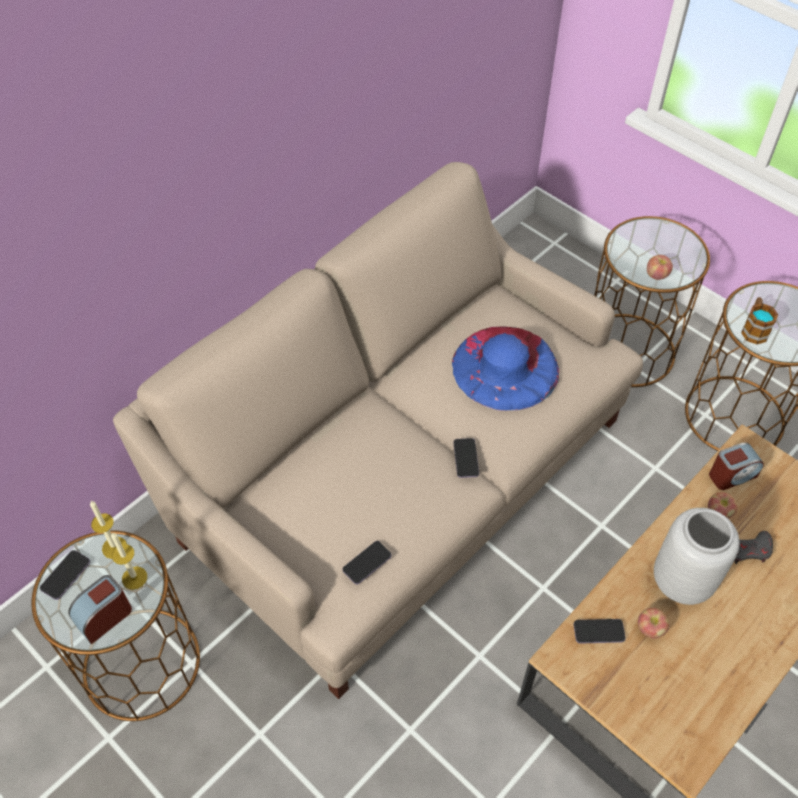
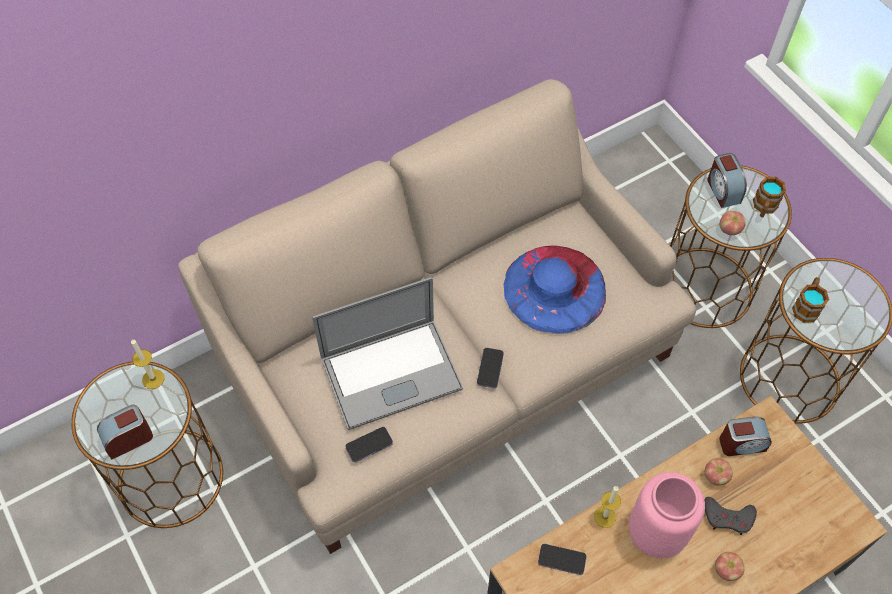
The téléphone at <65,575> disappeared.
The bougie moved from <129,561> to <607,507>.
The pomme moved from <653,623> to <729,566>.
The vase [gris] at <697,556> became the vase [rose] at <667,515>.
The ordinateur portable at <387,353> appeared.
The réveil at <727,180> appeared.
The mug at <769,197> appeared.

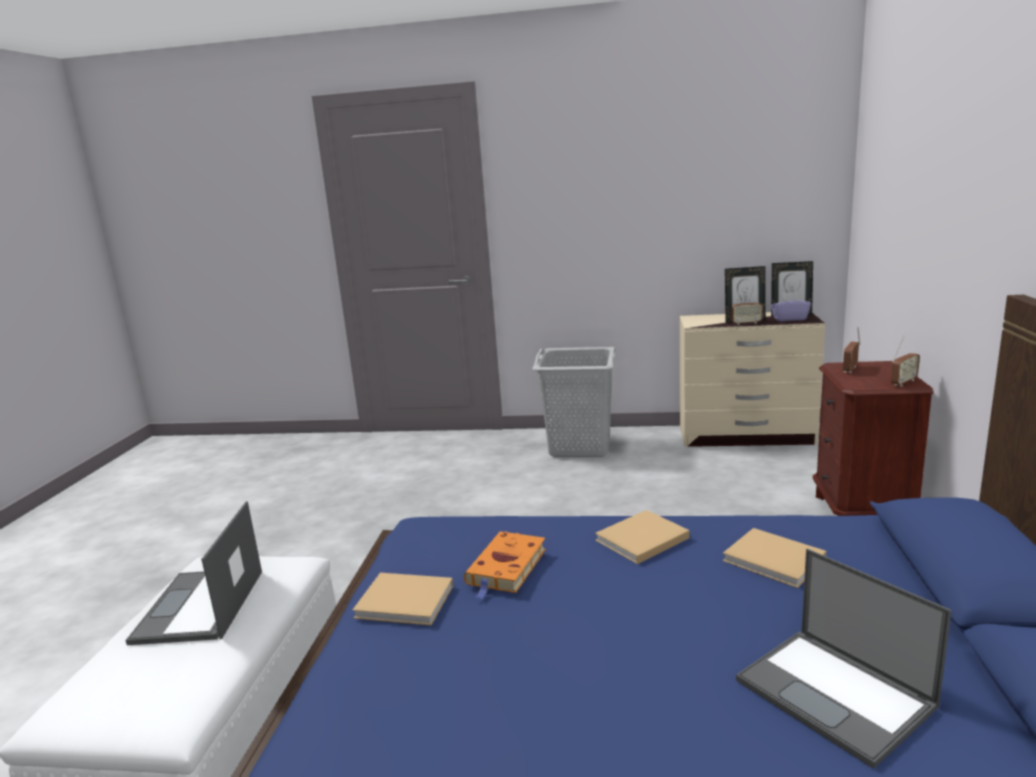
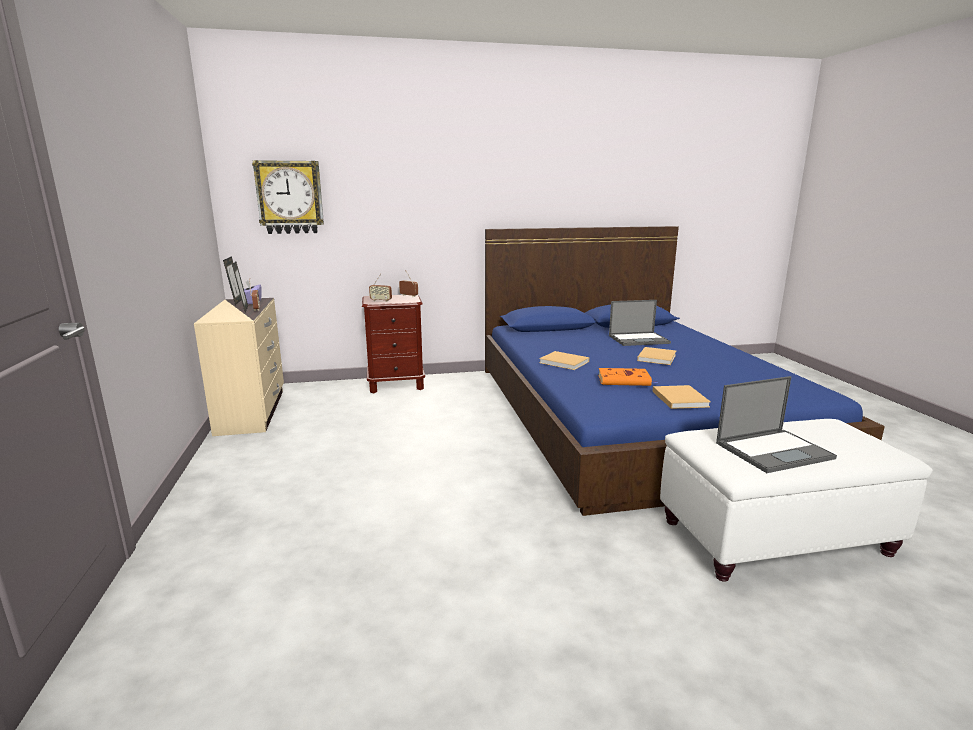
The panier à linge [gris] at <574,402> disappeared.
The livre [beige] moved from <774,558> to <656,356>.
The ordinateur portable at <844,659> turned 45 degrees clockwise.
The horloge murale at <288,197> appeared.

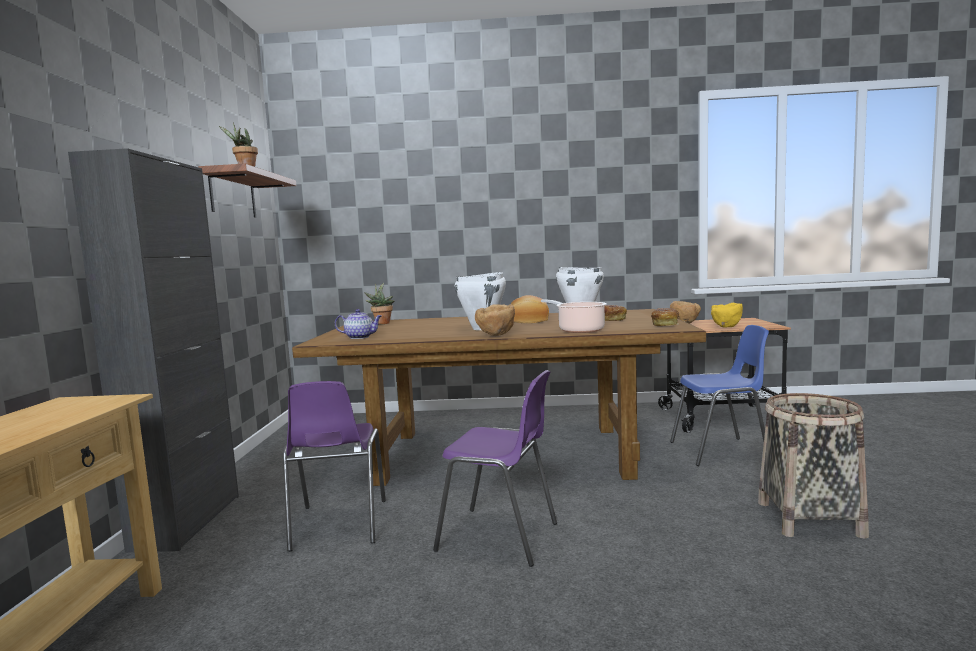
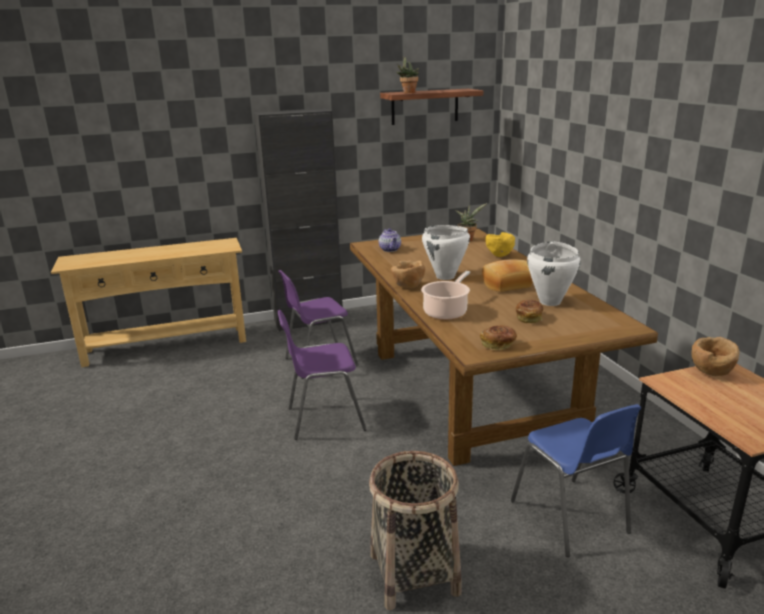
The chaise [violet] at <495,468> turned 75 degrees clockwise.
The bol [jaune] moved from <727,315> to <500,244>.

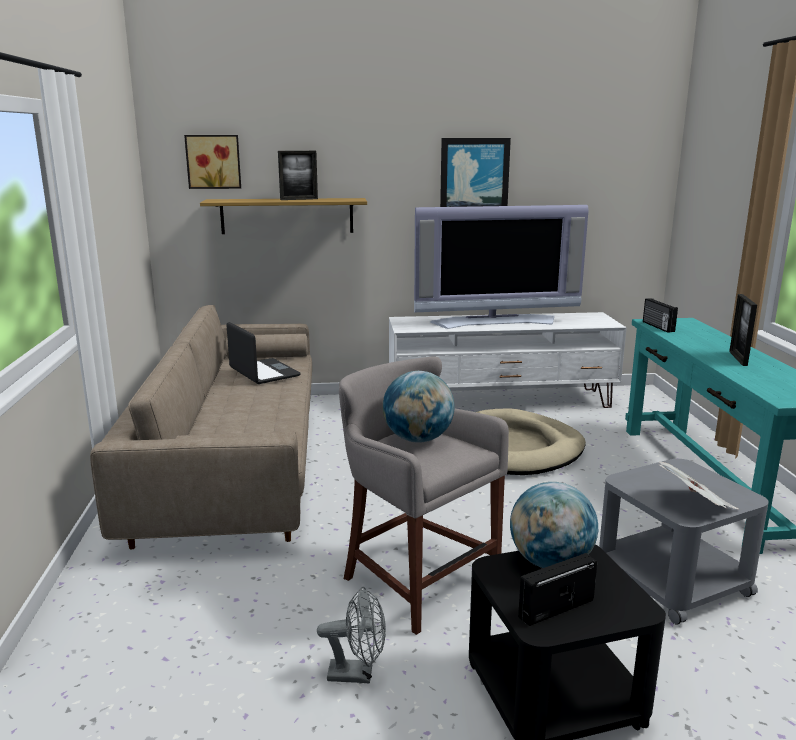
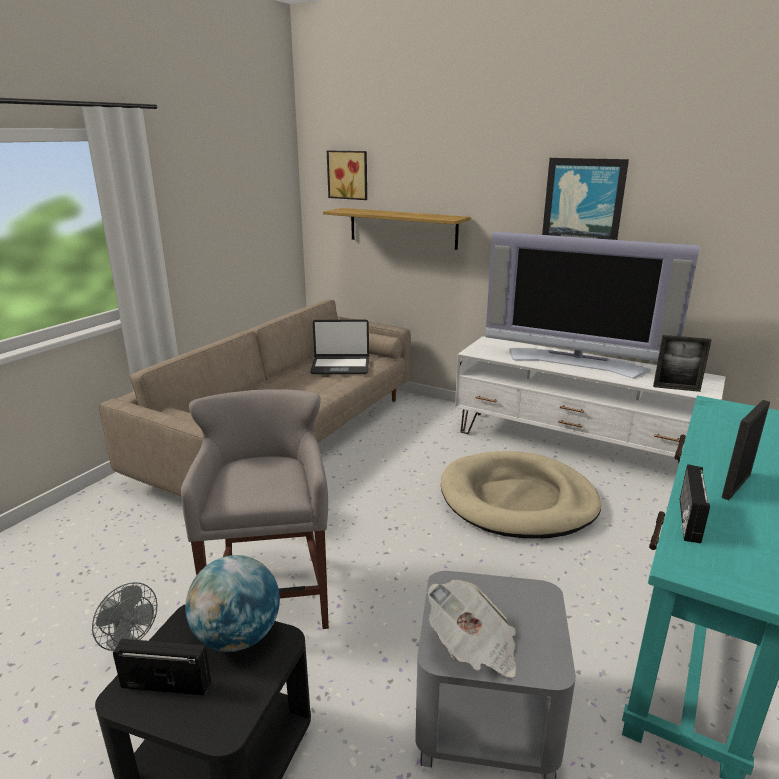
The ordinateur portable at <263,353> turned 90 degrees clockwise.
The cadre photo moved from <298,175> to <682,363>.
The globe at <418,407> disappeared.
The radio moved from <660,315> to <695,504>.

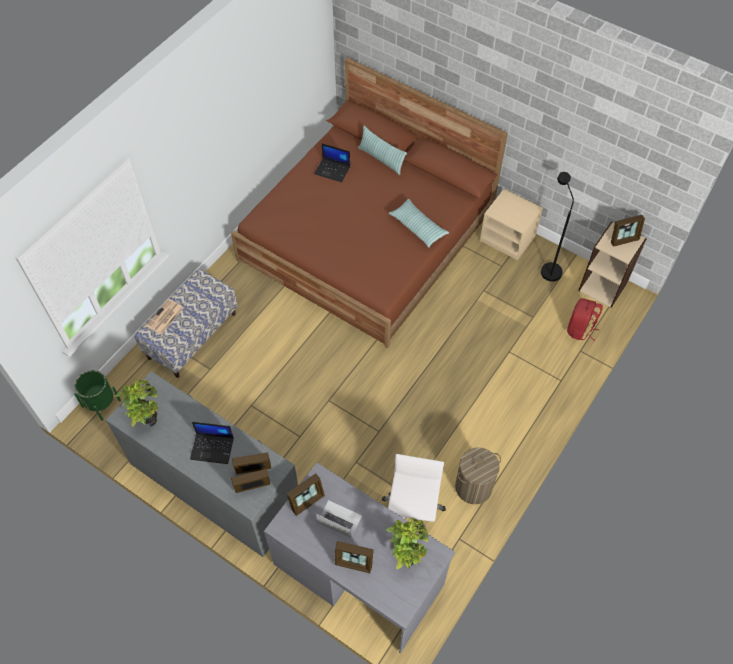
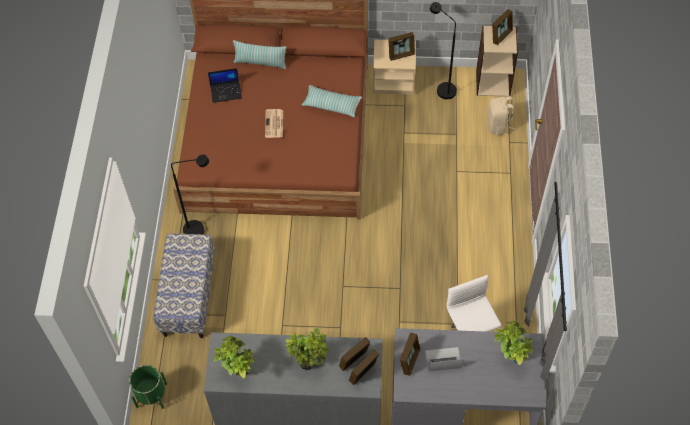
The journal moved from <165,316> to <274,123>.
The ordinateur portable at <212,443> was replaced by the plante en pot at <307,348>.
The cadre photo moved from <354,557> to <401,46>.
The panier à linge at <478,475> disappeared.
The sac à dos [rouge] at <585,319> became the sac à dos [beige] at <501,115>.
The lampadaire [noir] at <190,194> appeared.

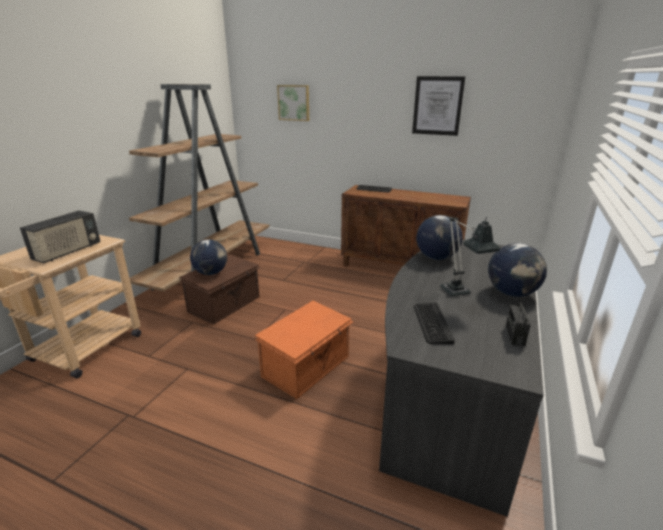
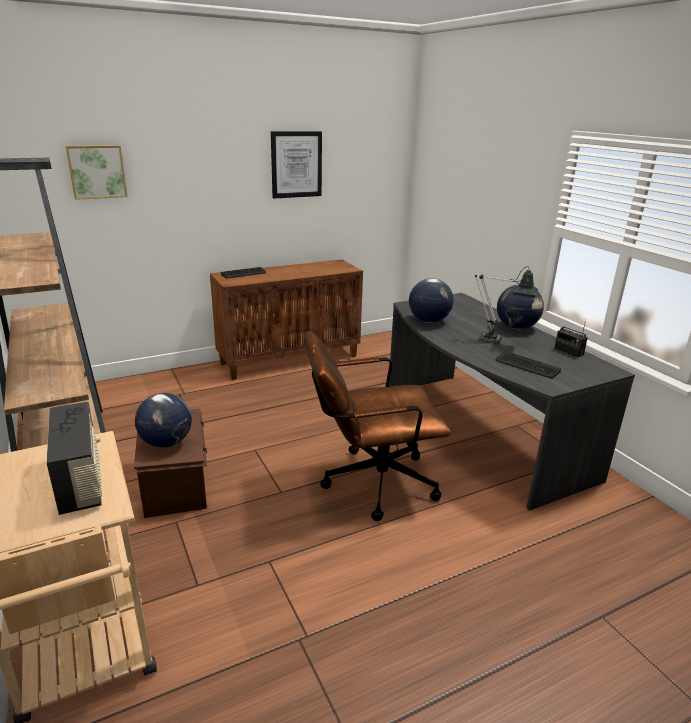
The boîte de rangement [orange] at <304,350> was replaced by the chaise de bureau [marron] at <378,426>.

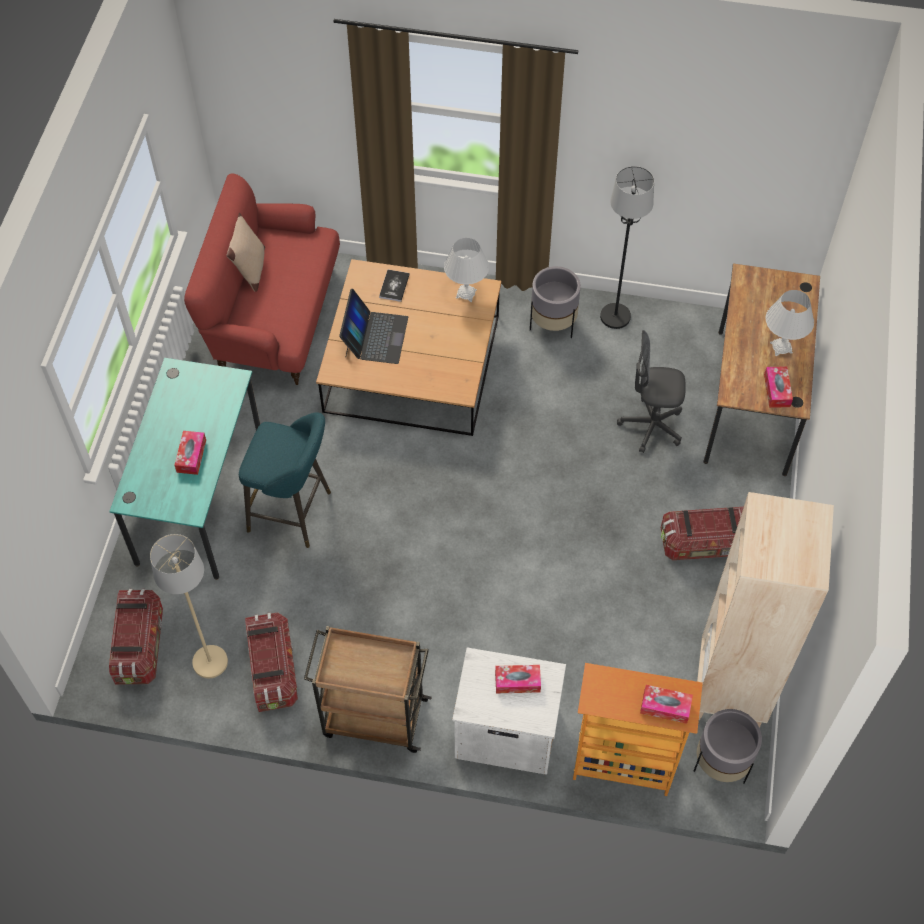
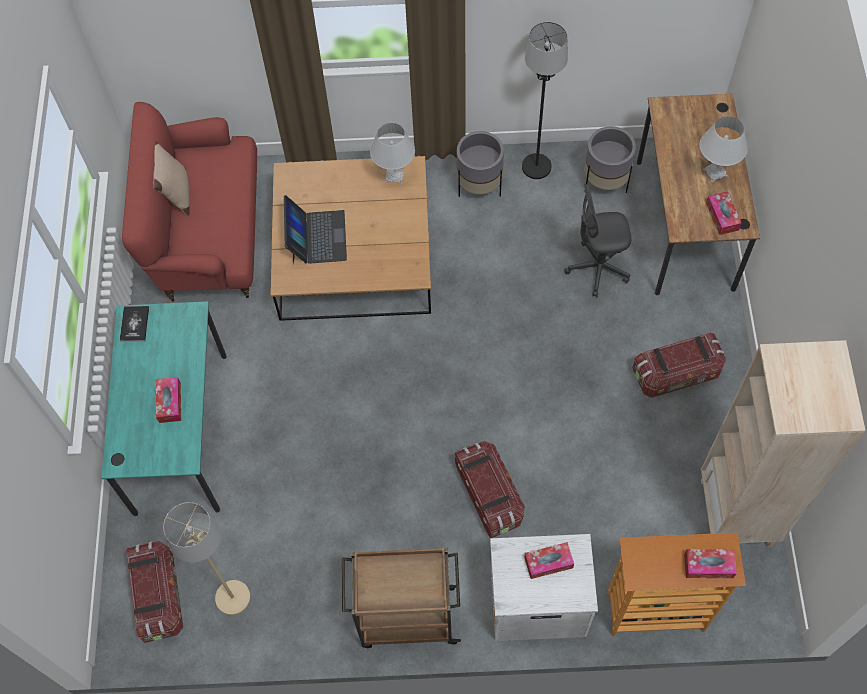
The tabouret [turquoise] at <285,480> disappeared.
The boîte de rangement moved from <271,662> to <490,489>.
The livre moved from <394,286> to <134,324>.
The cache-pot [gris] moved from <728,746> to <610,159>.

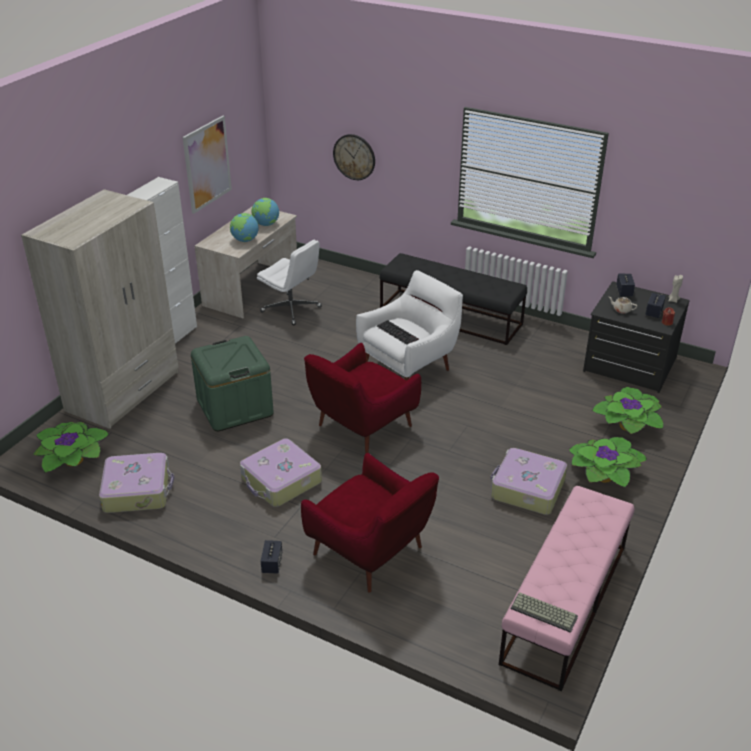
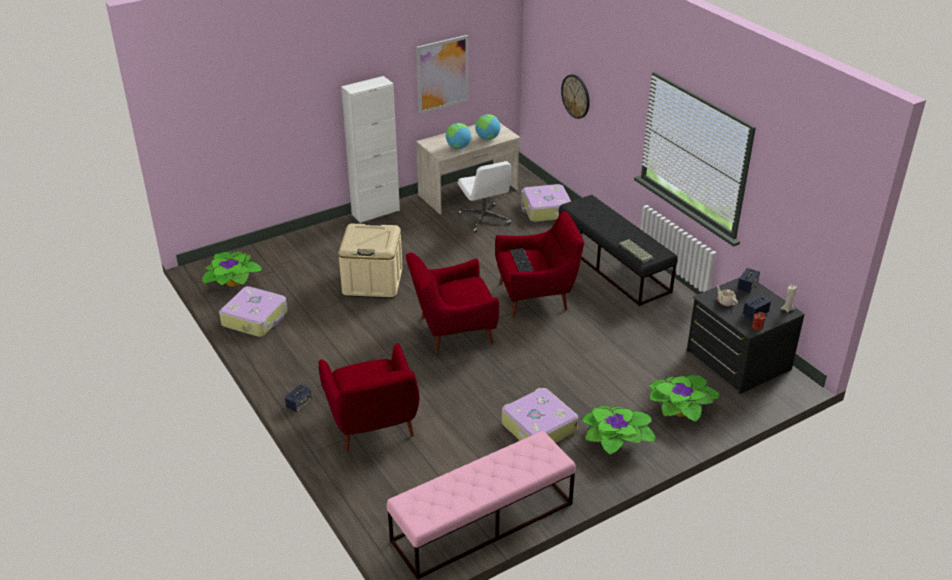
The armoire [beige] at <99,309> disappeared.
The boîte de rangement [vert] at <232,383> became the boîte de rangement [beige] at <370,260>.
The valise moved from <281,472> to <546,203>.
The fauteuil [blanc] at <409,325> became the fauteuil [rouge] at <539,264>.
The clavier moved from <544,613> to <636,251>.

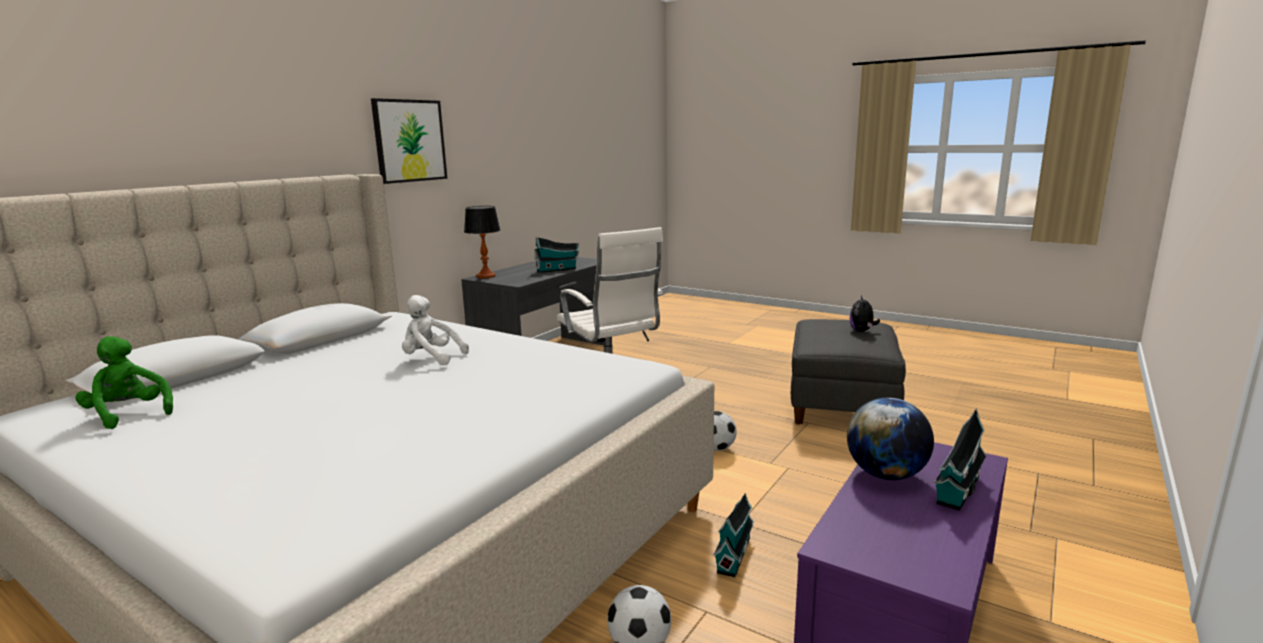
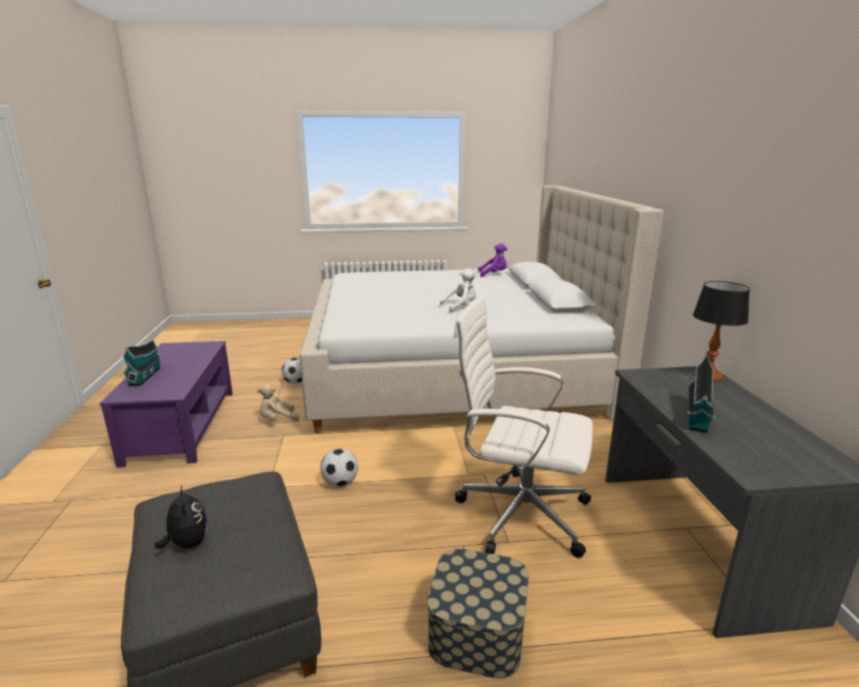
The peluche [vert] at <124,382> became the peluche [violet] at <493,260>.
The tableau at <409,141> disappeared.
The maison miniature at <733,535> was replaced by the peluche [beige] at <278,403>.
The globe at <890,438> disappeared.
The boîte de rangement at <478,614> appeared.

